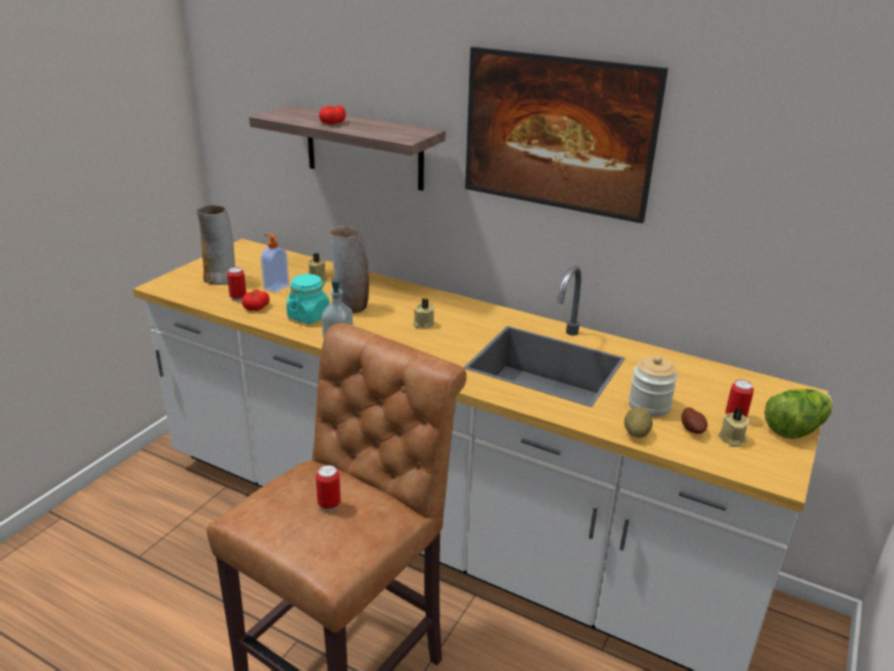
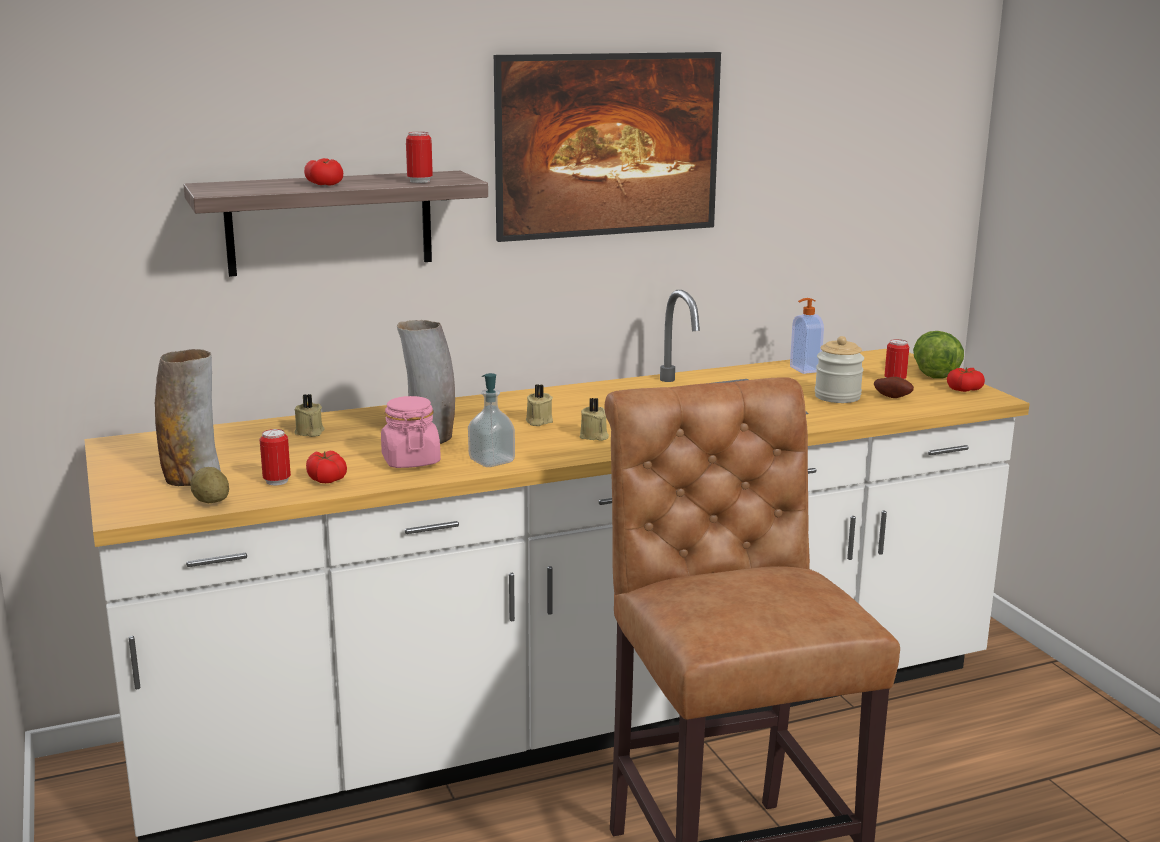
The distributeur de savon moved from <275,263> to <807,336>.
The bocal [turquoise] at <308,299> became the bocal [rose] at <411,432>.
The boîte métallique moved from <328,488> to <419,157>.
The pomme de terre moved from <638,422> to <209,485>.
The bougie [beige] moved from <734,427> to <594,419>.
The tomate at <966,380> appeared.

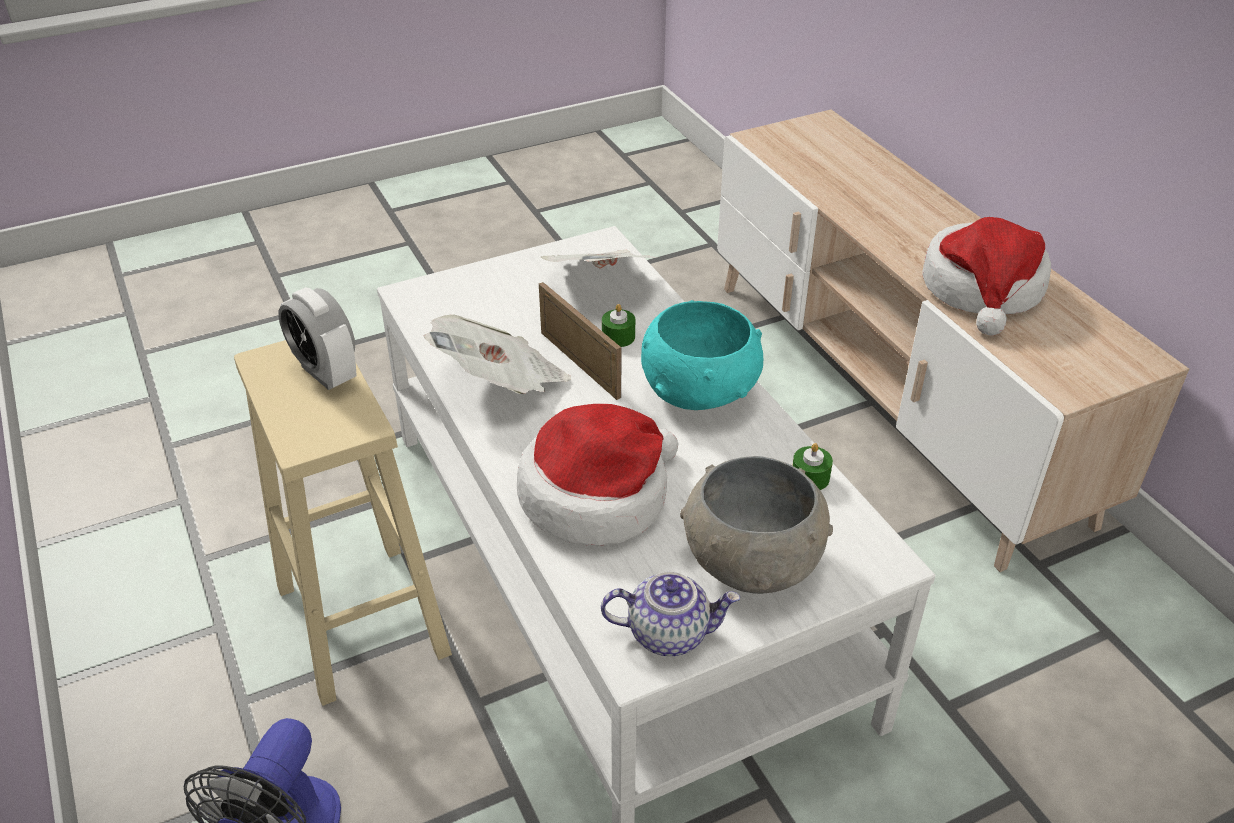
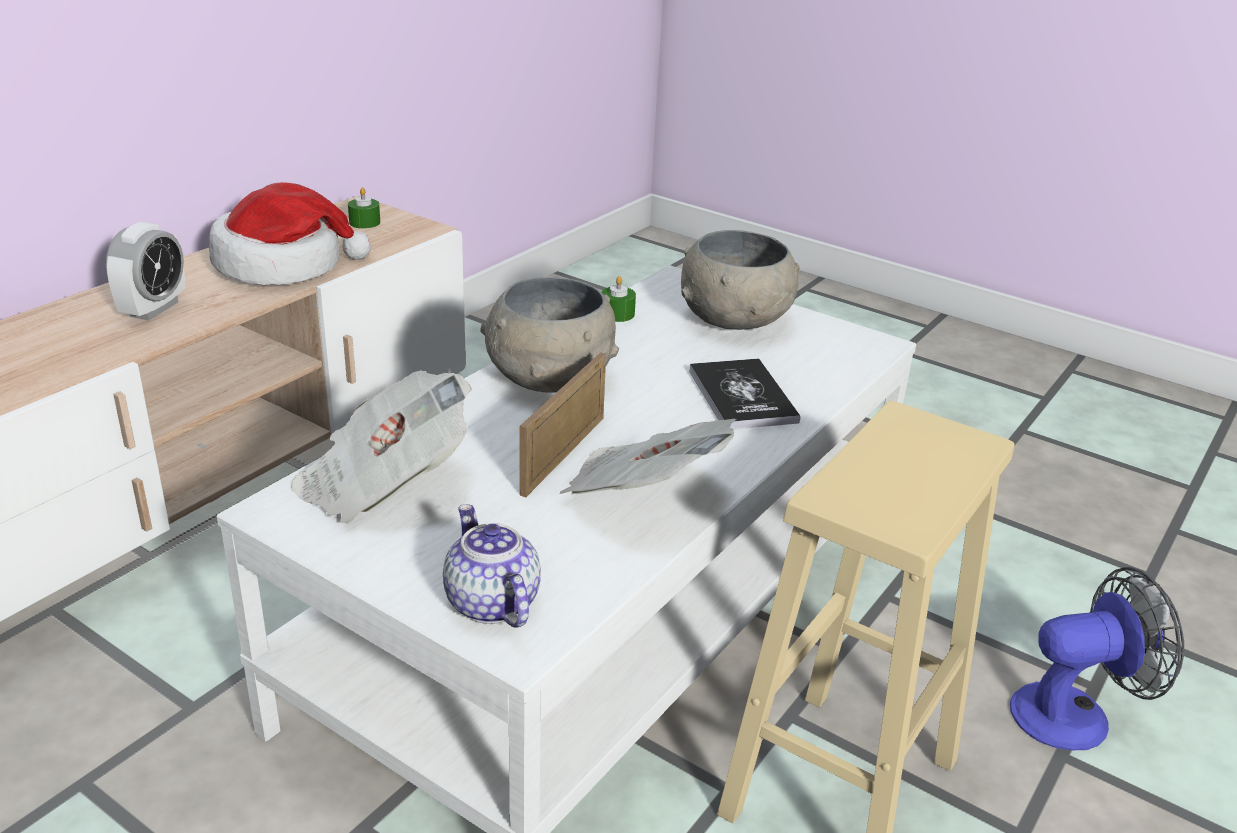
The réveil moved from <317,338> to <145,271>.
The chapeau at <598,475> was replaced by the livre at <744,393>.
The théière moved from <670,614> to <492,566>.
The bougie [vert] moved from <618,325> to <364,208>.
The bol [turquoise] at <702,355> became the bol [gris] at <550,335>.

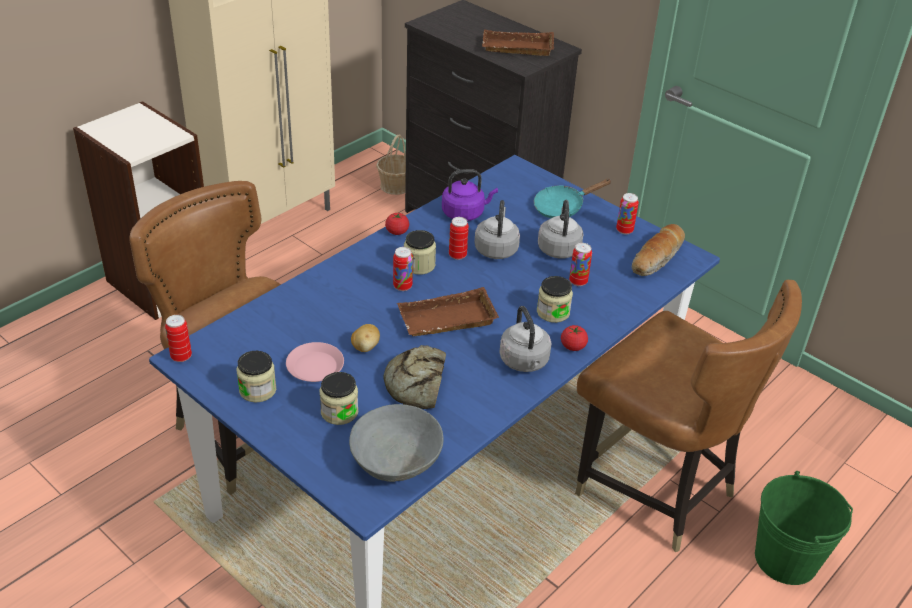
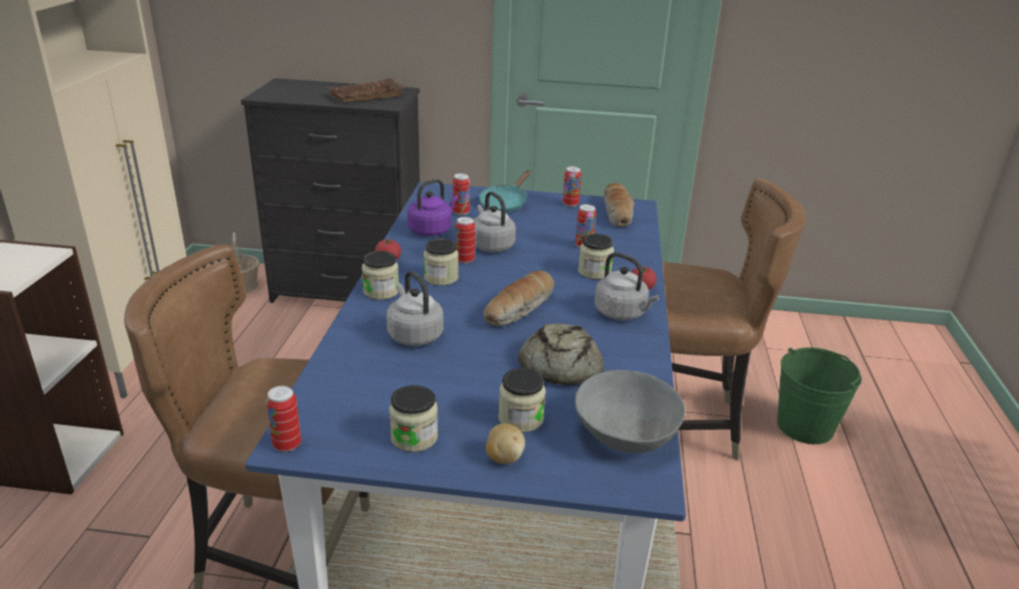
The assiette [rose] at <315,362> disappeared.
The pomme de terre moved from <365,338> to <505,443>.
The boîte métallique moved from <403,269> to <461,194>.
The plateau [marron] at <448,311> was replaced by the pain at <518,298>.
The bouilloire [gris] moved from <561,229> to <415,308>.
The bocal at <380,275> appeared.

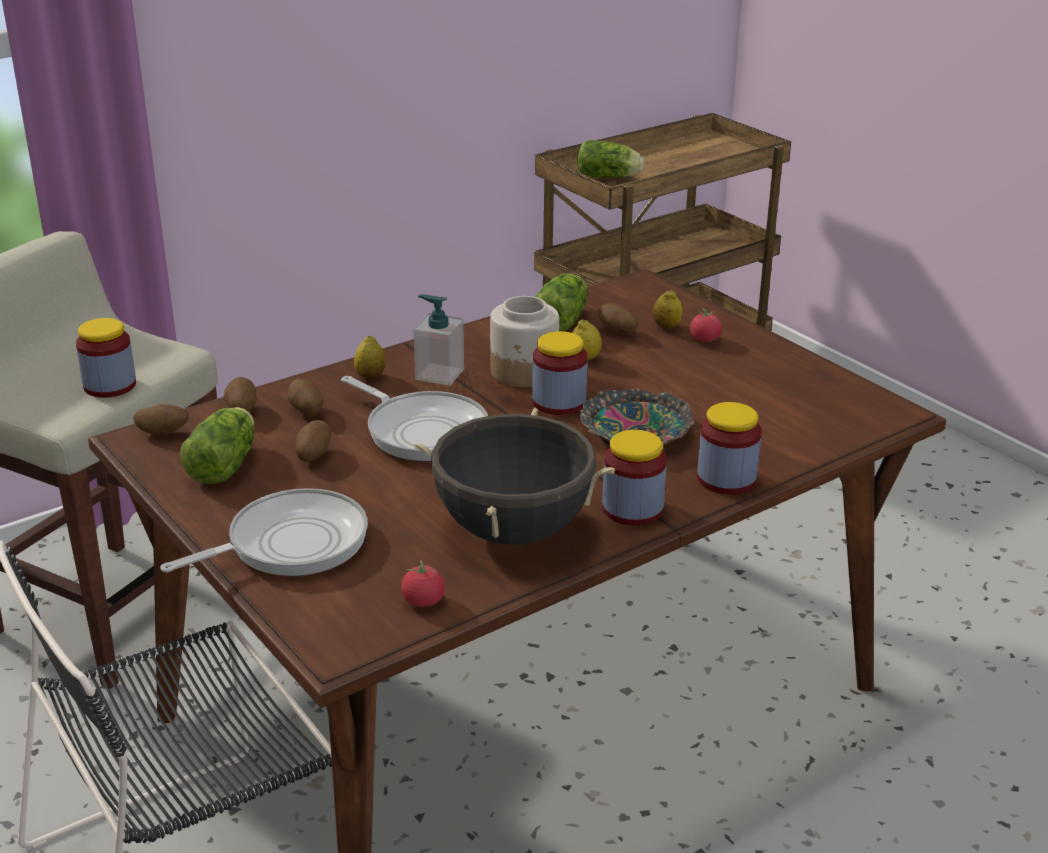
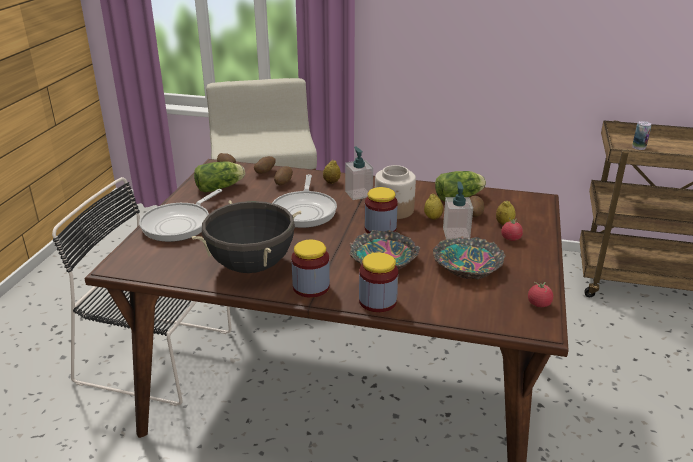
The bocal at <106,358> disappeared.
The poêle at <264,532> turned 105 degrees clockwise.
The pomme de terre at <313,441> disappeared.
The tomate moved from <423,583> to <540,294>.
The laitue at <611,159> was replaced by the boîte métallique at <642,135>.
The bol at <469,257> appeared.
The distributeur de savon at <458,210> appeared.

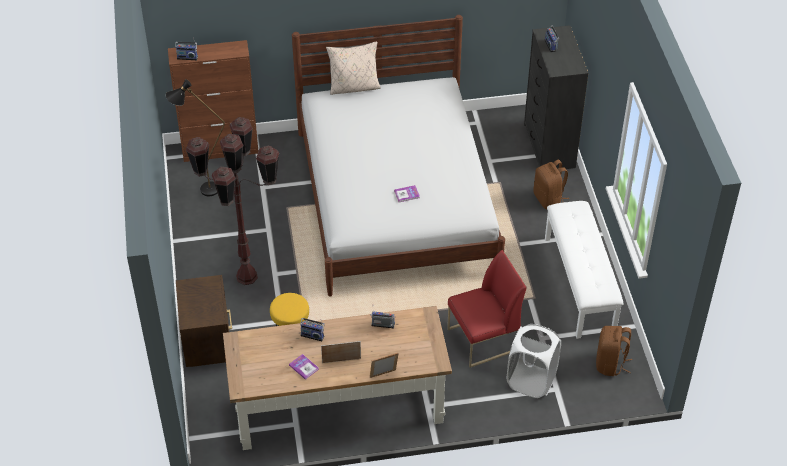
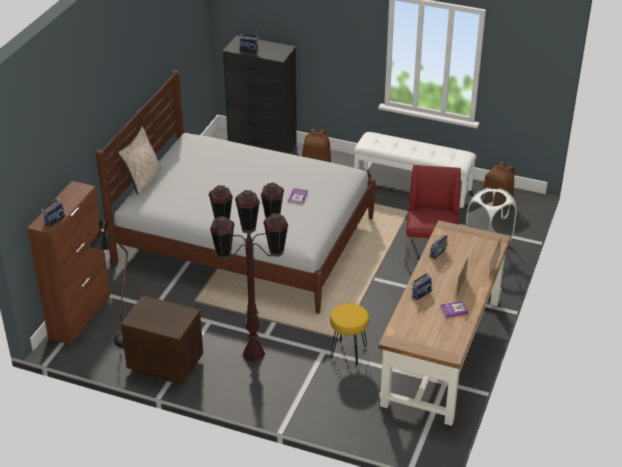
The table de chevet [marron] moved from <204,321> to <162,340>.

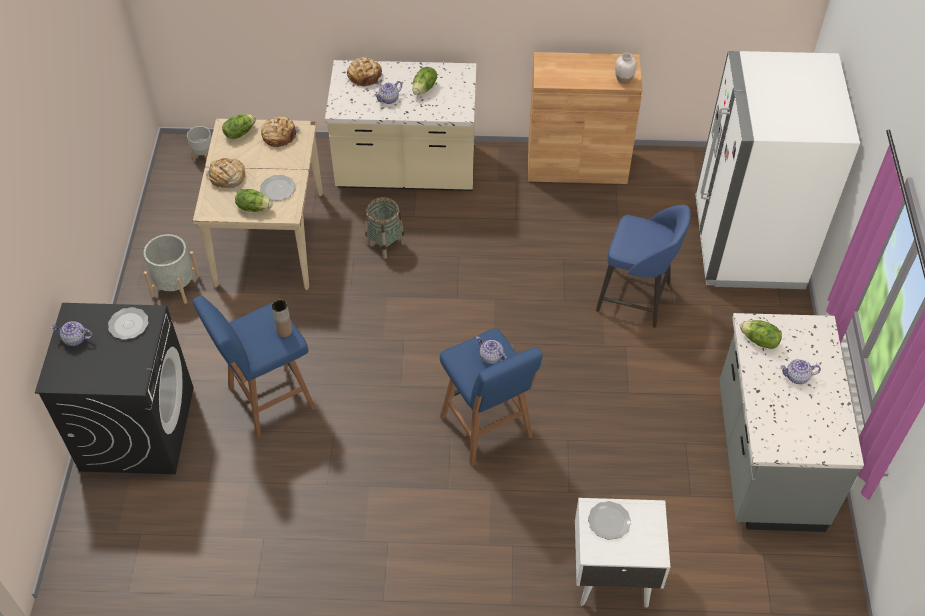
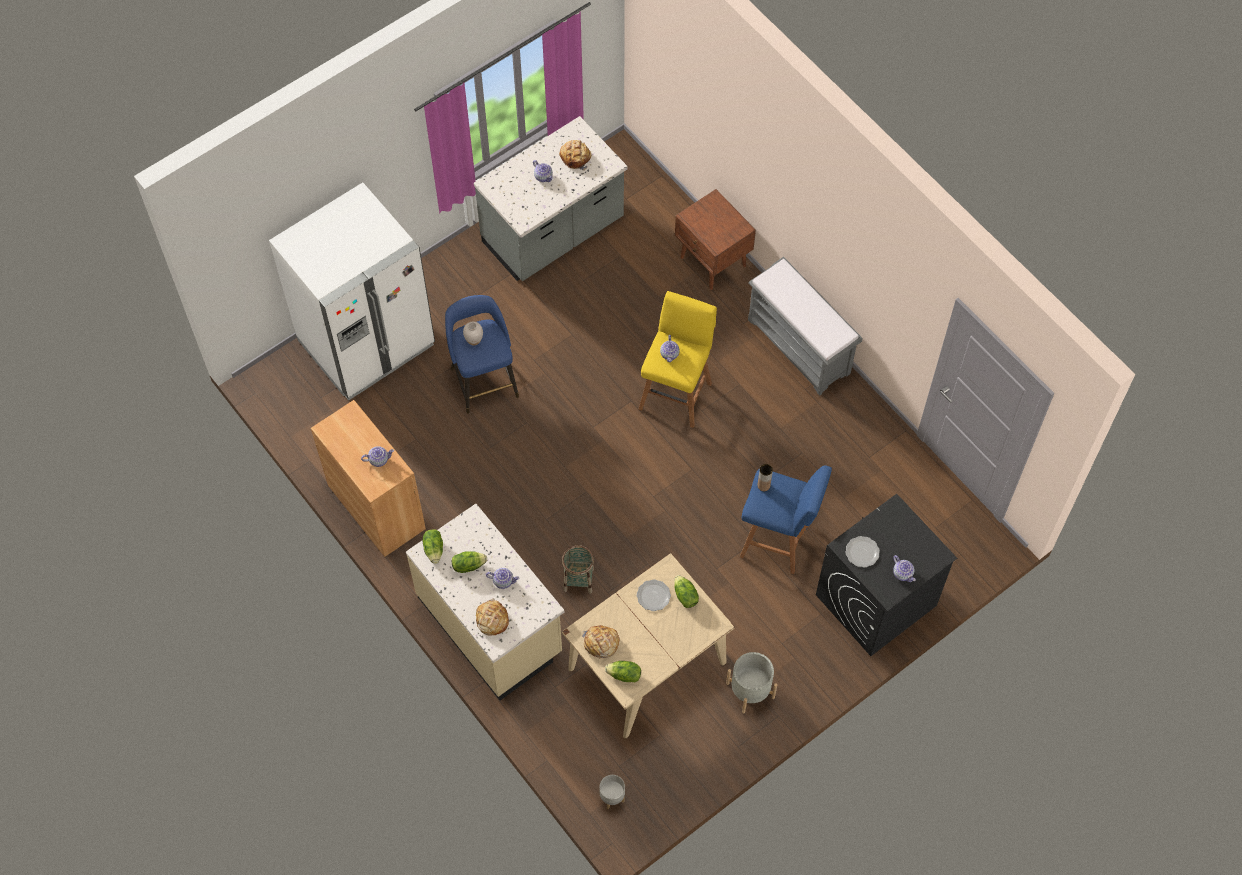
The pain moved from <225,173> to <575,155>.
The tabouret [bleu] at <491,397> became the tabouret [jaune] at <678,359>.
The table de chevet [blanc] at <622,553> became the table de chevet [marron] at <715,239>.
The assiette at <609,520> disappeared.
The vase [blanc] moved from <626,68> to <473,333>.
The laitue moved from <761,334> to <432,546>.
The théière at <377,456> appeared.
The banc [gris] at <805,326> appeared.

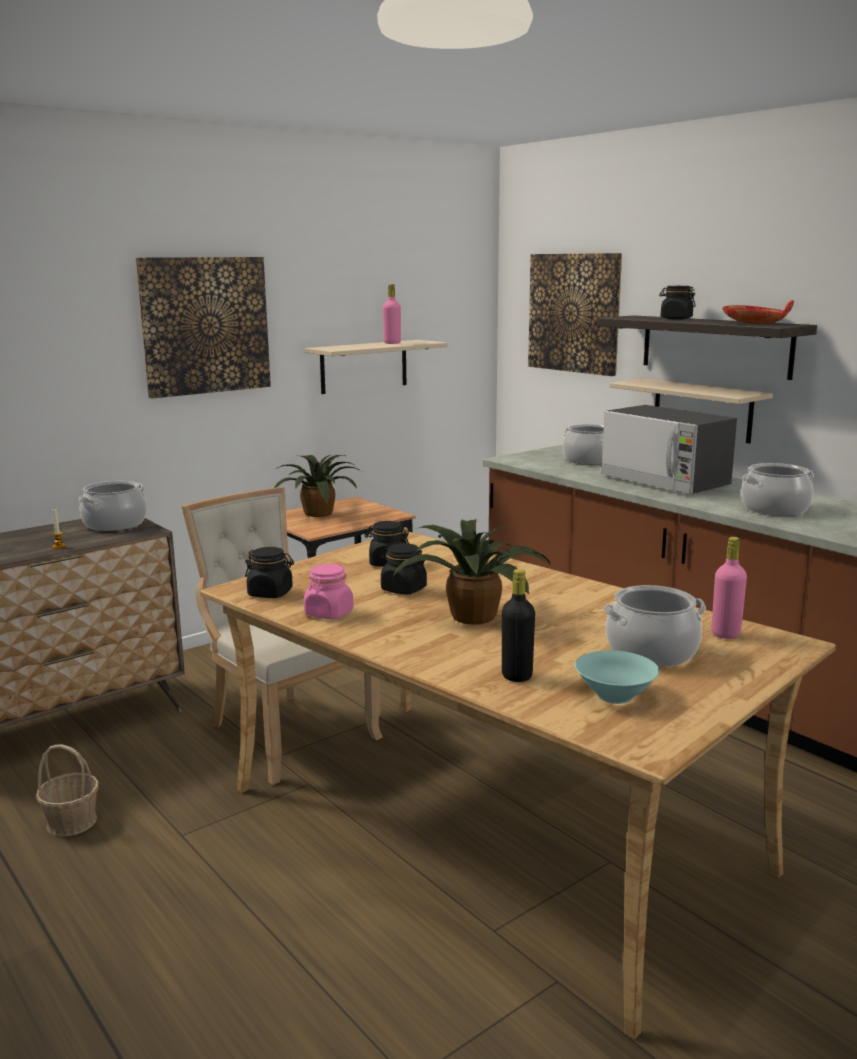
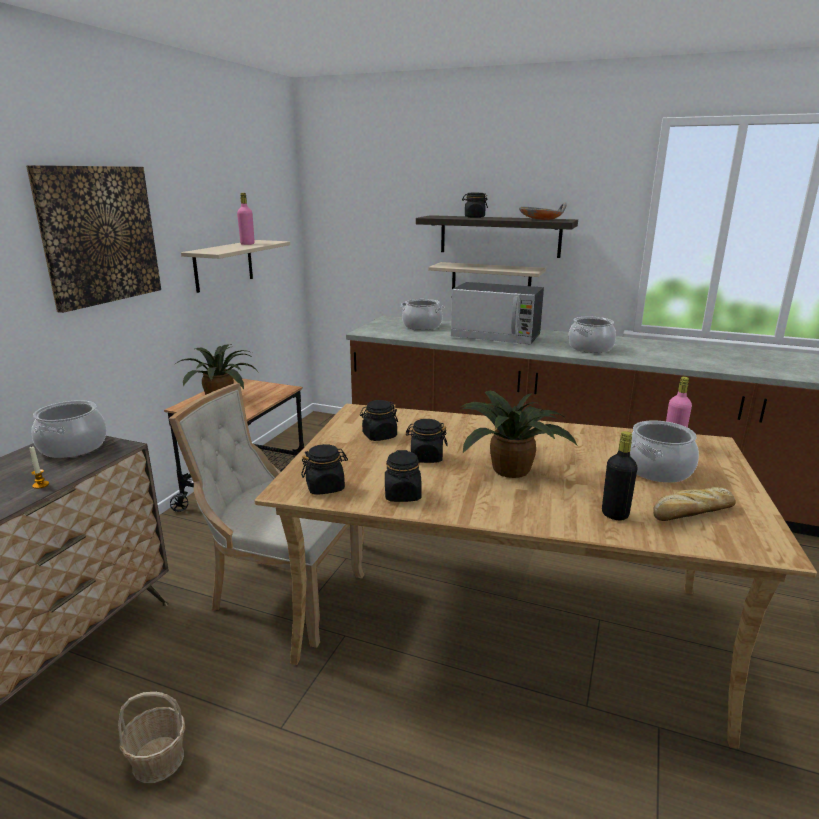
The bocal [rose] at <328,591> became the bocal [noir] at <403,476>.
The tableau at <575,314> disappeared.
The bol [turquoise] at <617,677> was replaced by the pain at <694,504>.
The bol [rouge] at <758,312> became the bol [gris] at <543,211>.

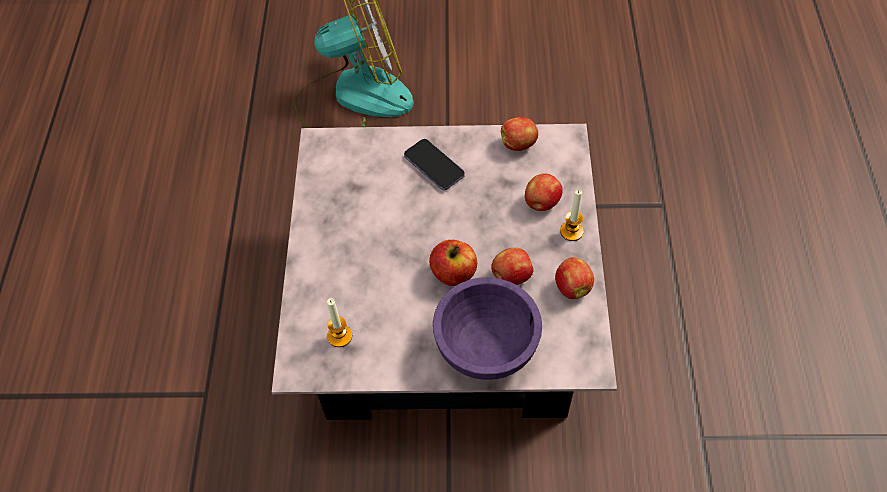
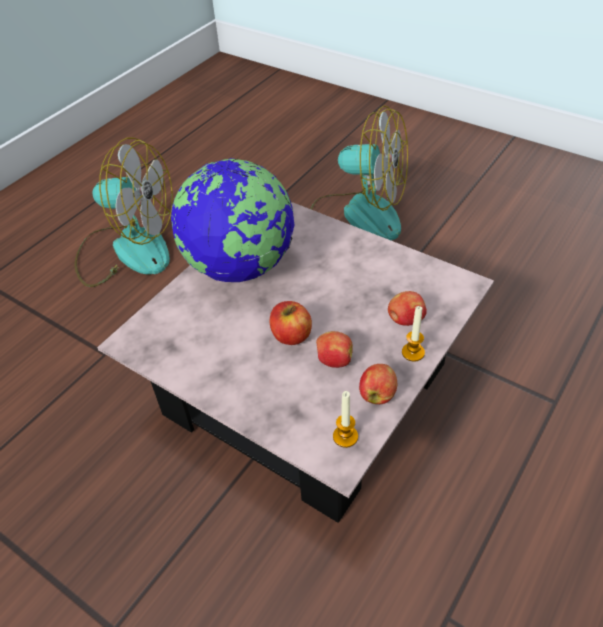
The bougie moved from <339,322> to <345,419>.
The téléphone at <434,164> disappeared.
The bol [violet] at <487,328> disappeared.
The pomme at <519,134> disappeared.
The ventilateur at <123,212> appeared.
The globe at <232,220> appeared.

